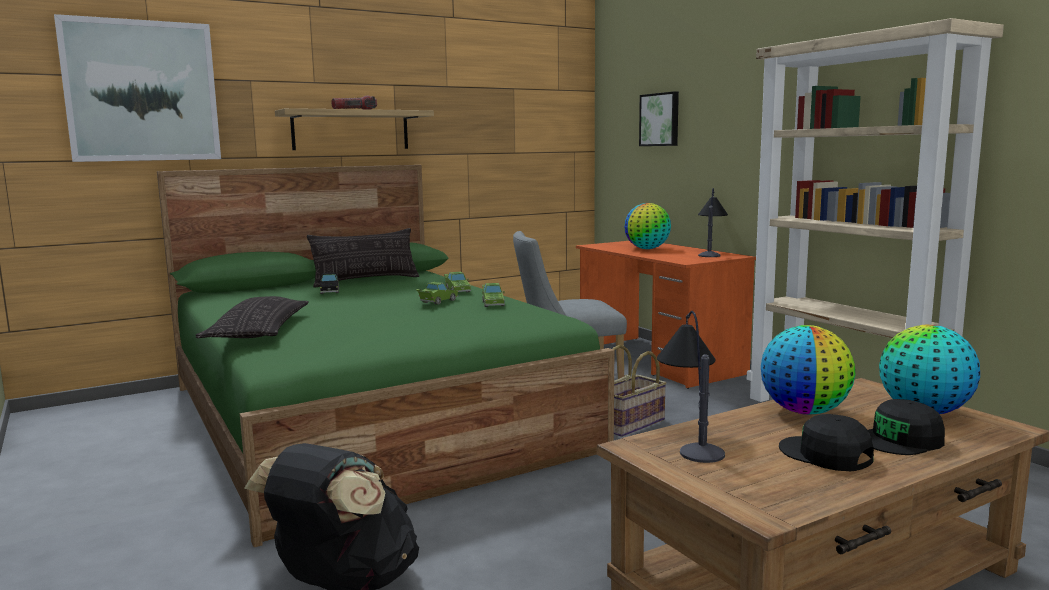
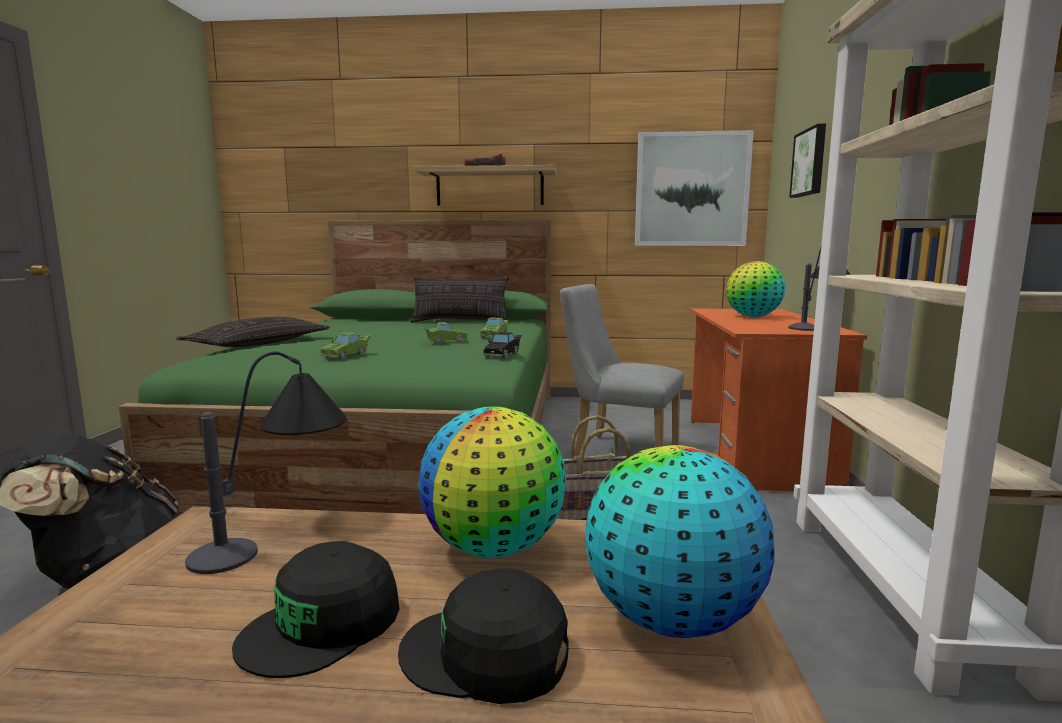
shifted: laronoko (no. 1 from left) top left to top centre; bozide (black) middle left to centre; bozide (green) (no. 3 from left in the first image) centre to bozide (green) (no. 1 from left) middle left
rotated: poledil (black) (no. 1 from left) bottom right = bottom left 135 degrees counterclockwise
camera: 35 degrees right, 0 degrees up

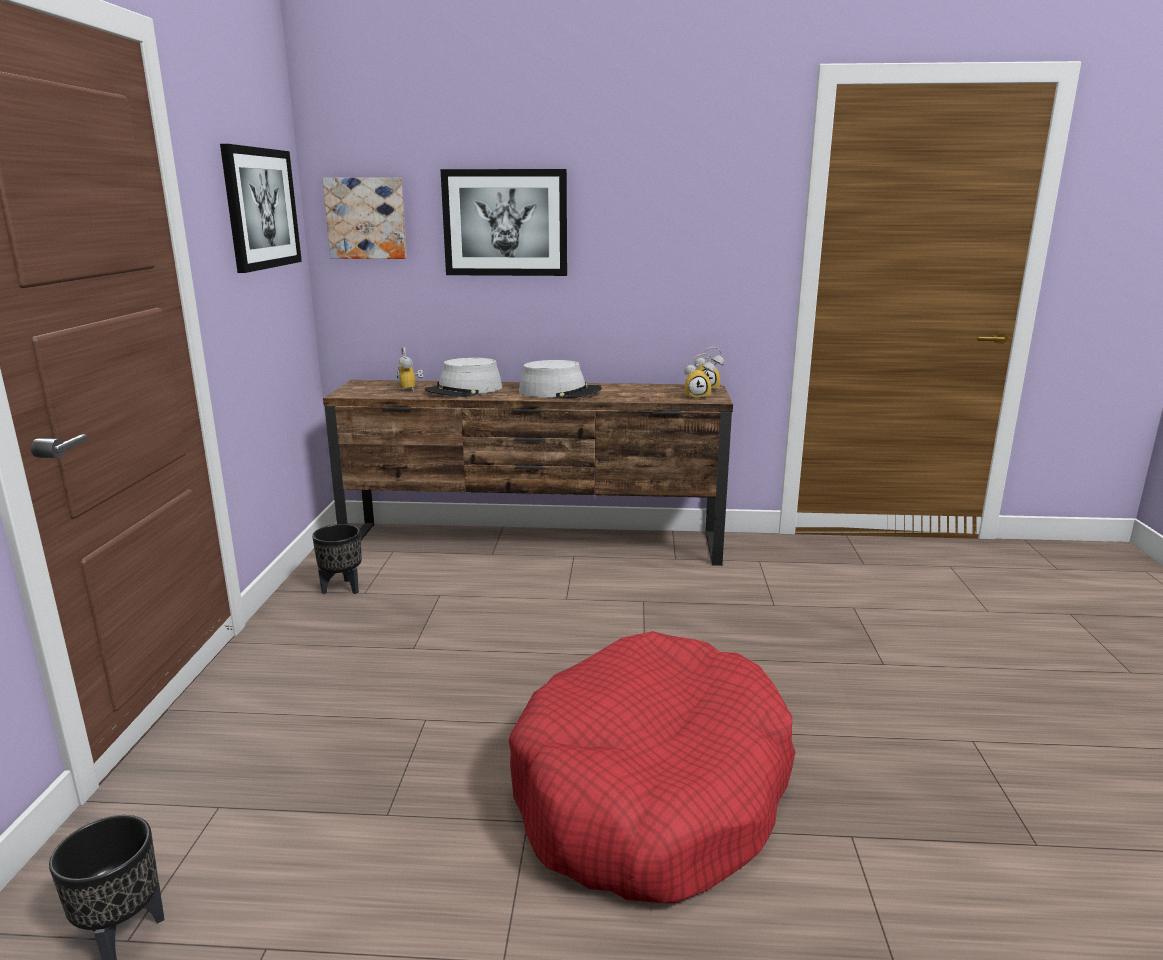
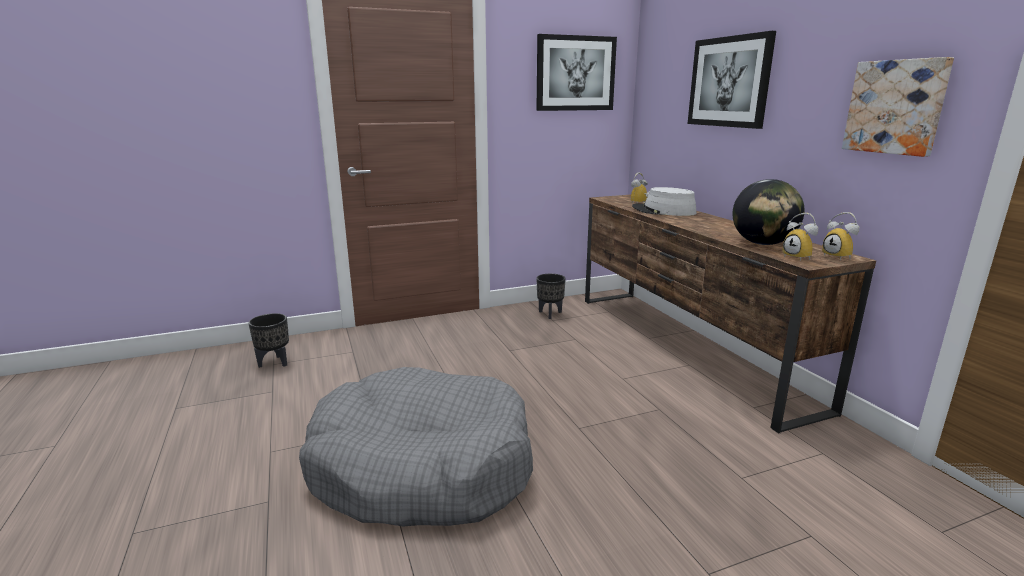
gone: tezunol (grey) (no. 2 from left) centre
new: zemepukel middle right
shifted: laronoko (no. 2 from left in the first image) top left to laronoko (no. 3 from left) top right
repainted: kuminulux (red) bottom centre to kuminulux (grey) bottom centre
camera: 65 degrees right, 0 degrees up

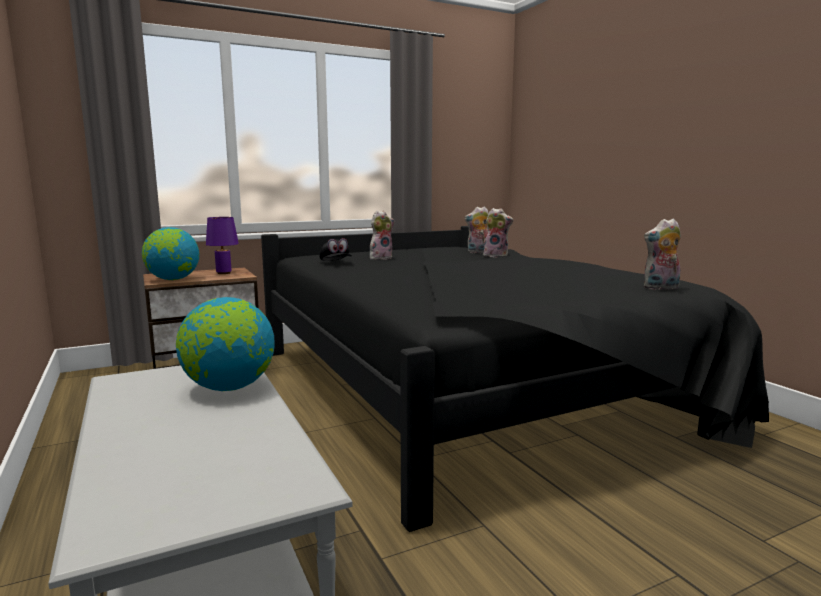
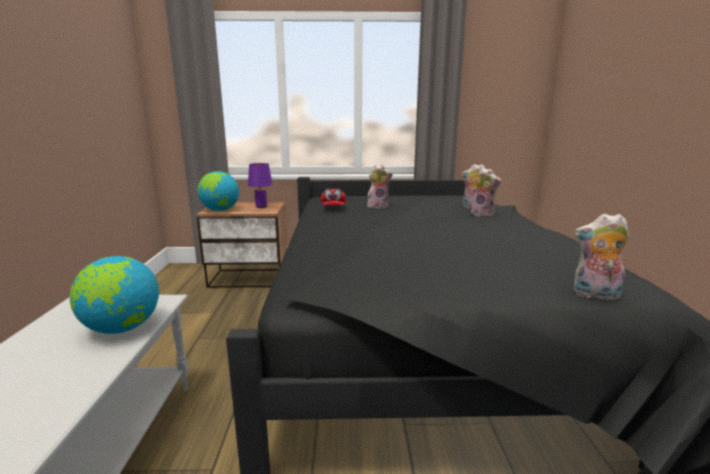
repainted: poledil (black) centre to poledil (red) centre
camera: 25 degrees right, 5 degrees up

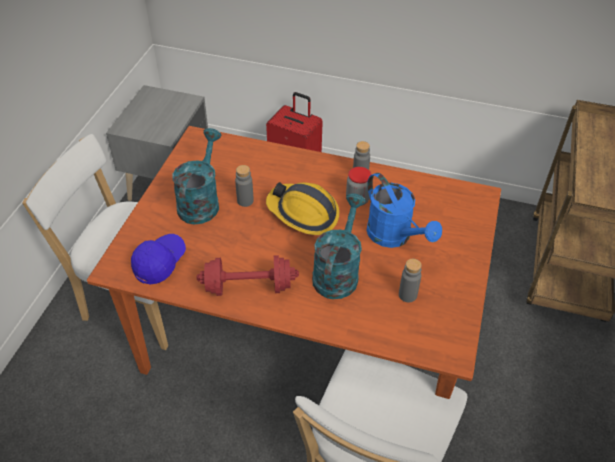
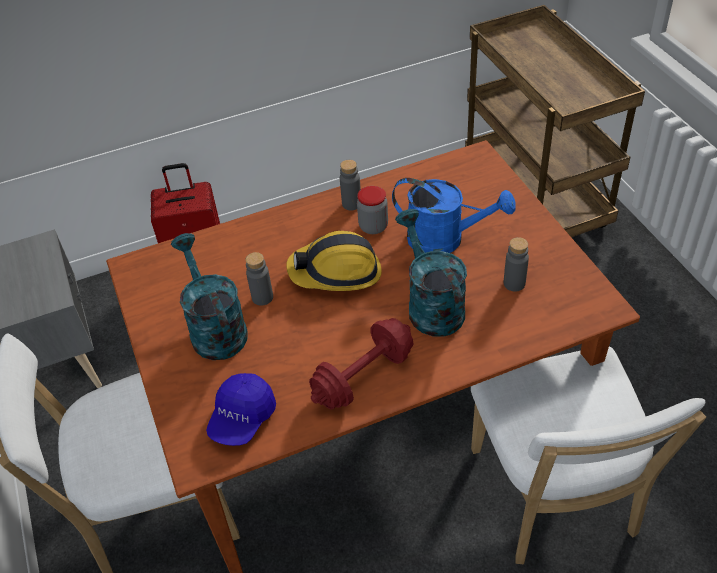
rotated: poledil (blue) middle left = bottom centre 150 degrees counterclockwise
camera: 35 degrees left, 0 degrees up

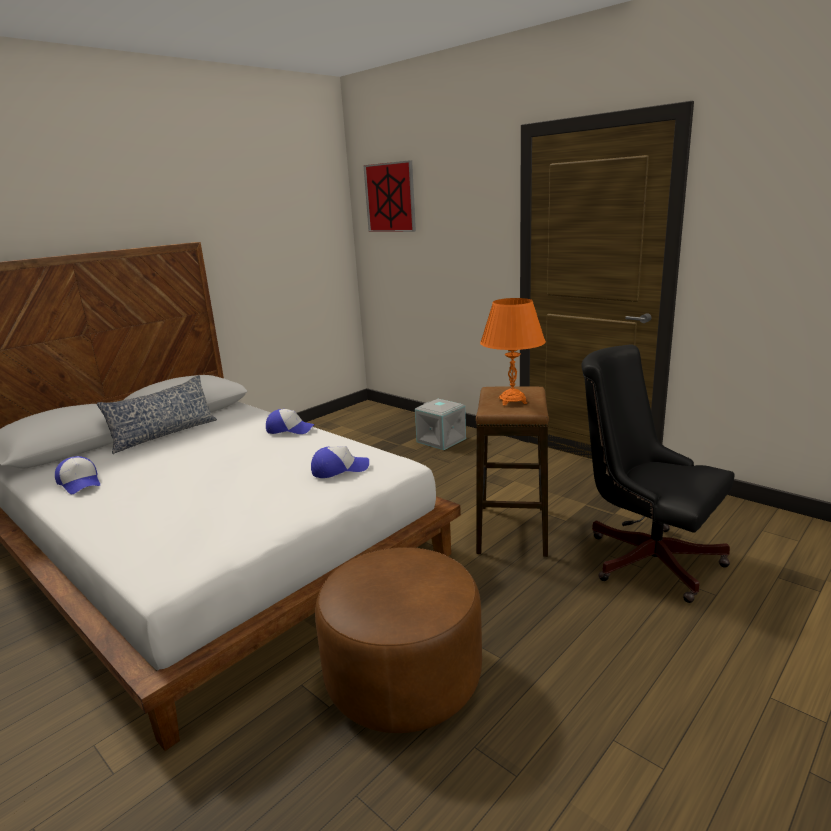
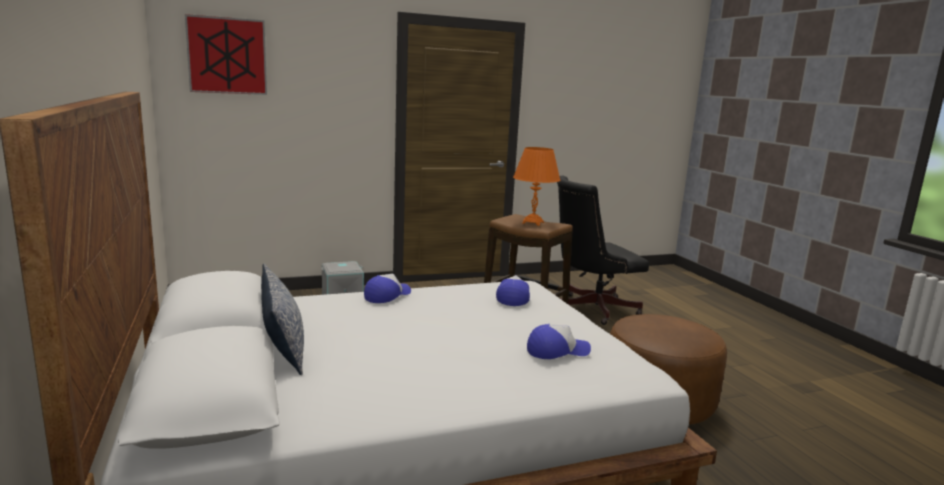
shifted: poledil (no. 1 from left in the first image) middle left to poledil (no. 3 from left) bottom centre
camera: 65 degrees left, 5 degrees down

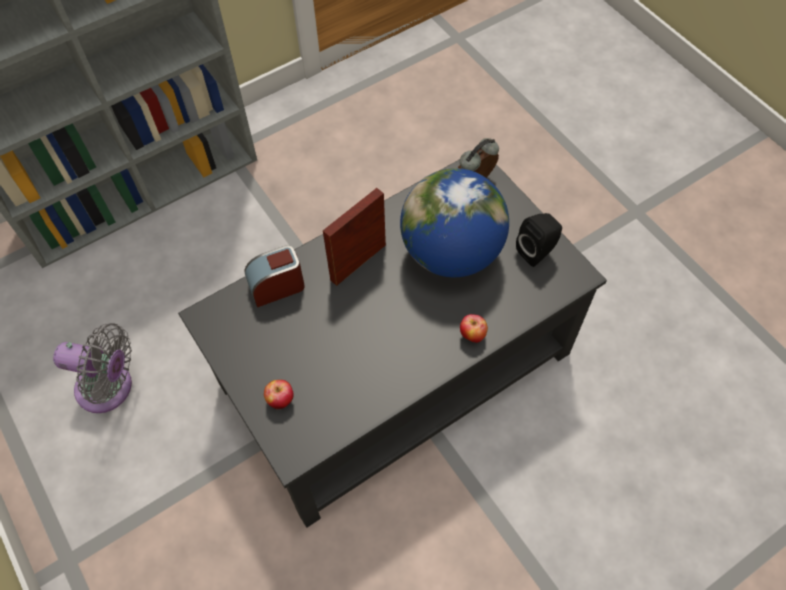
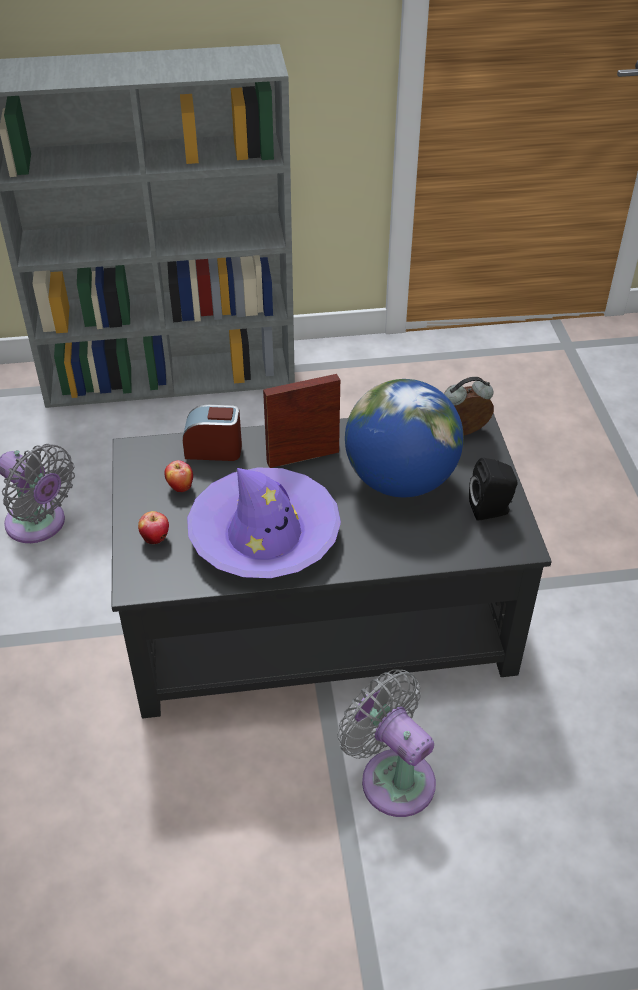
new: tezunol (purple) centre; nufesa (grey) (no. 2 from left) bottom centre
shifted: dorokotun (no. 2 from left) centre to middle left
camera: 25 degrees right, 15 degrees down

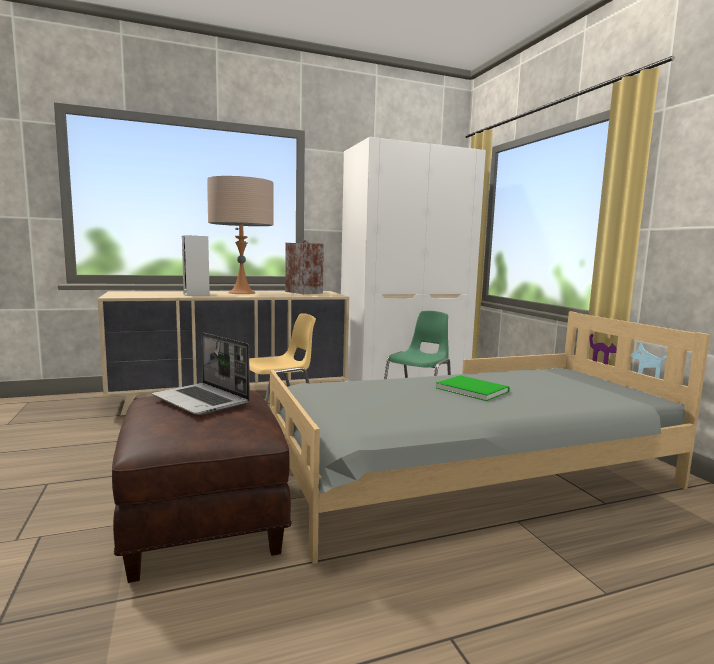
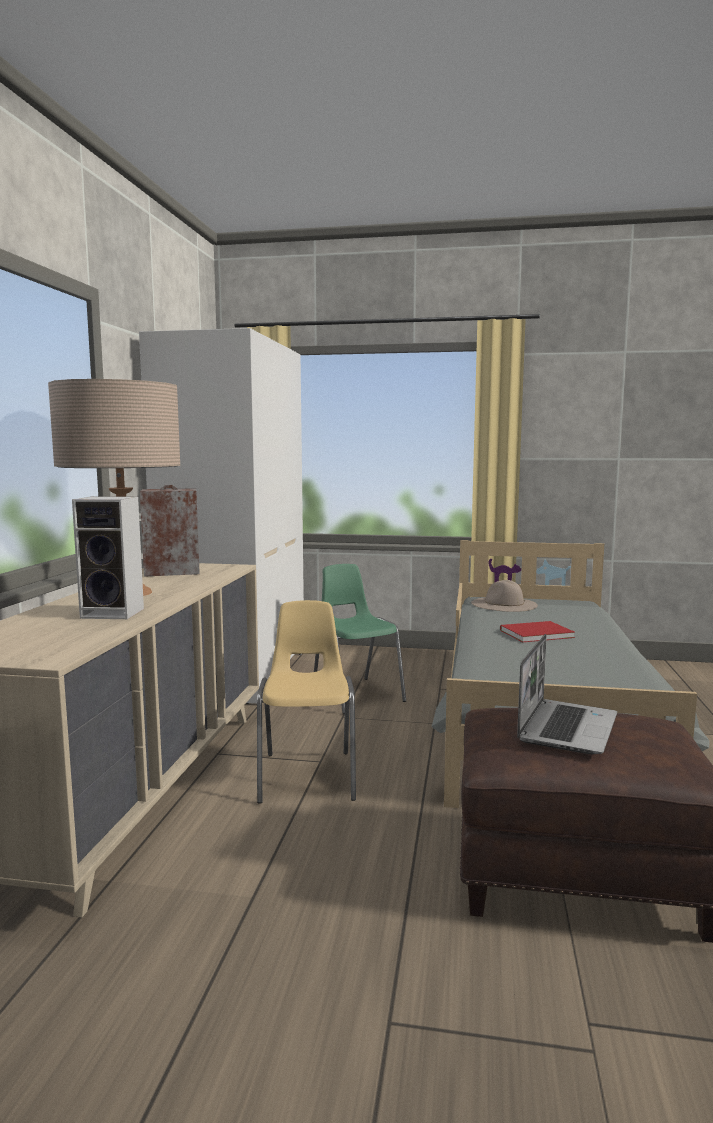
new: tezunol (beige) middle right
repainted: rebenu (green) centre to rebenu (red) middle right
rotated: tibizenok middle left = middle right 45 degrees counterclockwise
camera: 60 degrees left, 0 degrees up

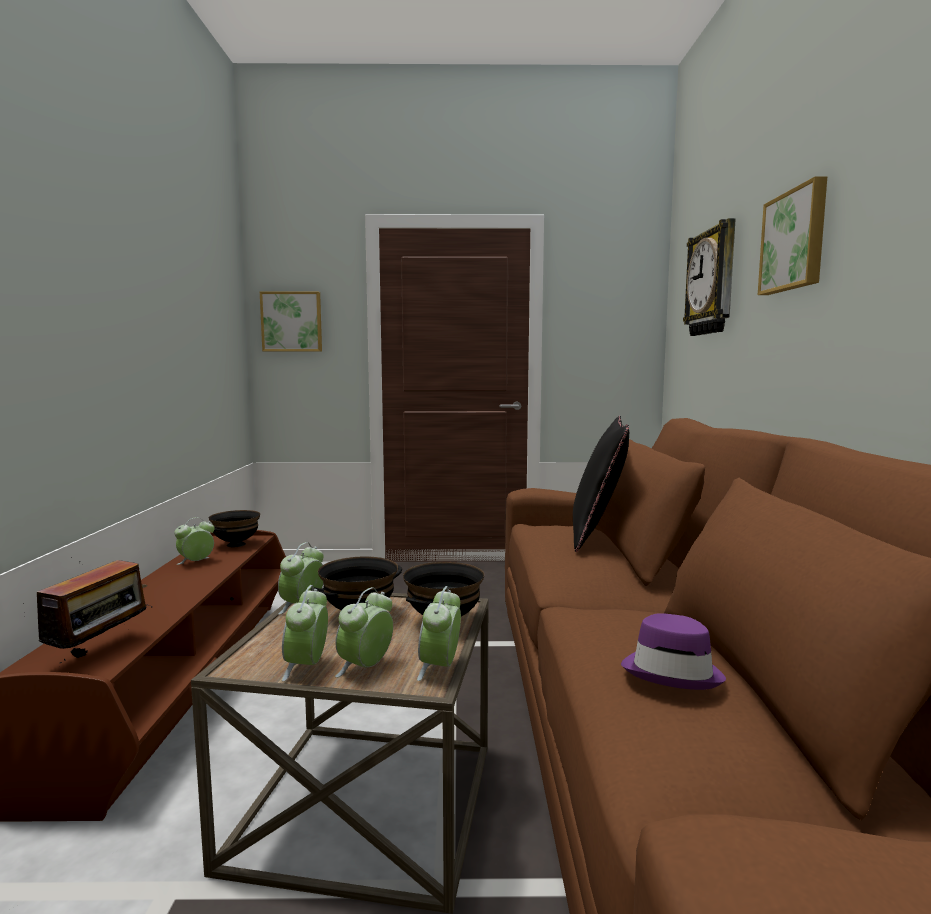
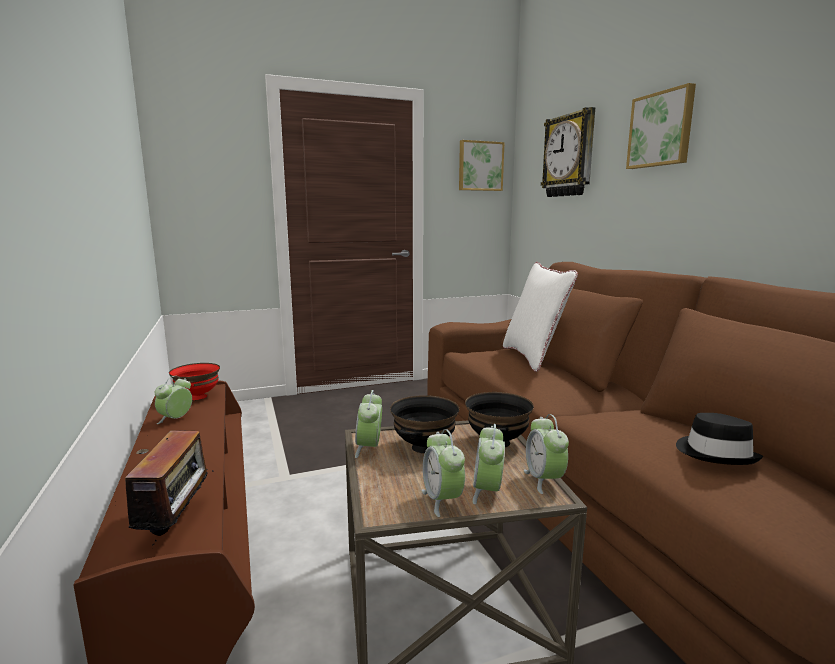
shifted: laronoko (no. 1 from left) middle left to top centre
repainted: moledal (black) centre to moledal (white) centre; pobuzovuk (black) (no. 1 from left) middle left to pobuzovuk (red) middle left; tezunol (purple) bottom right to tezunol (black) middle right
camera: 20 degrees left, 5 degrees up

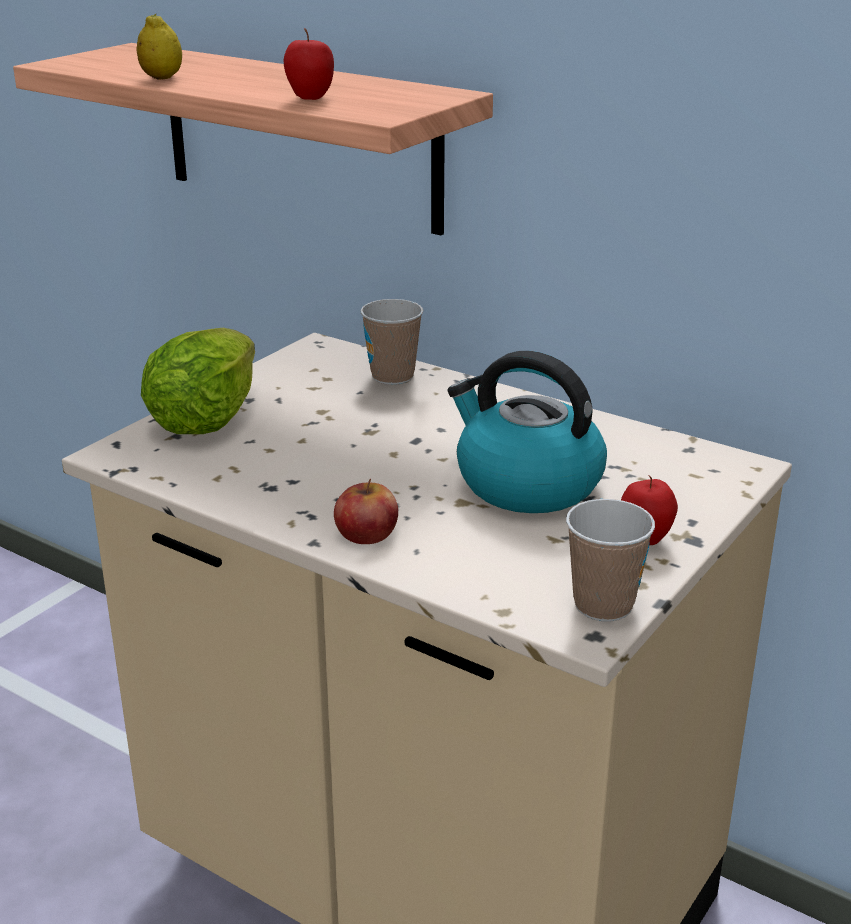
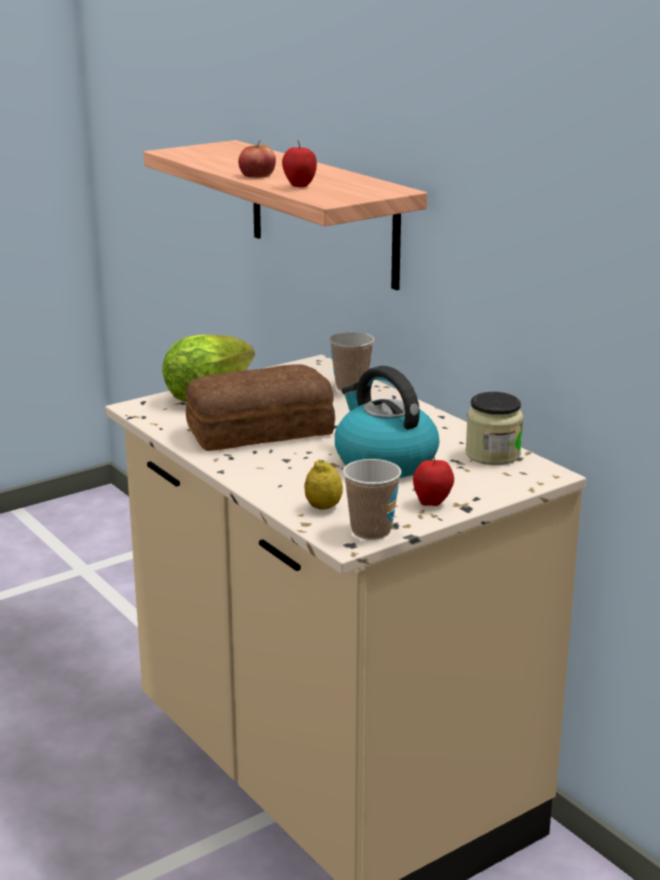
new: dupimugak centre; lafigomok middle right
shifted: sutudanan top left to centre; dorokotun (no. 2 from left in the first image) centre to dorokotun (no. 1 from left) top centre
camera: 20 degrees right, 5 degrees down

